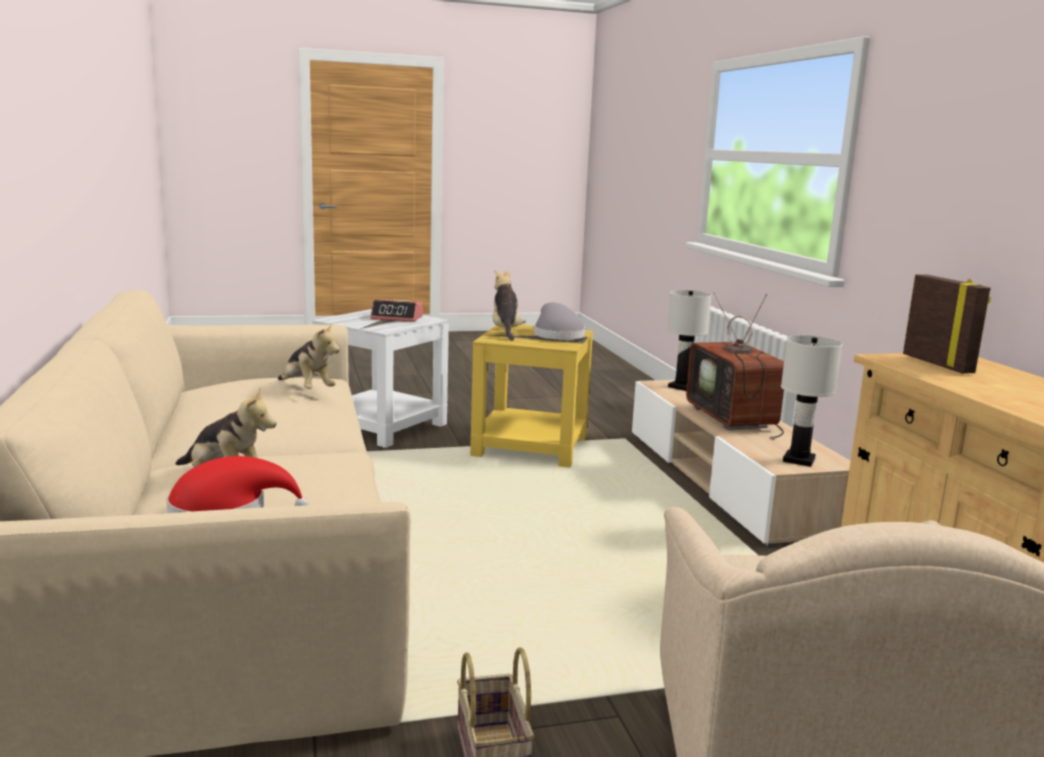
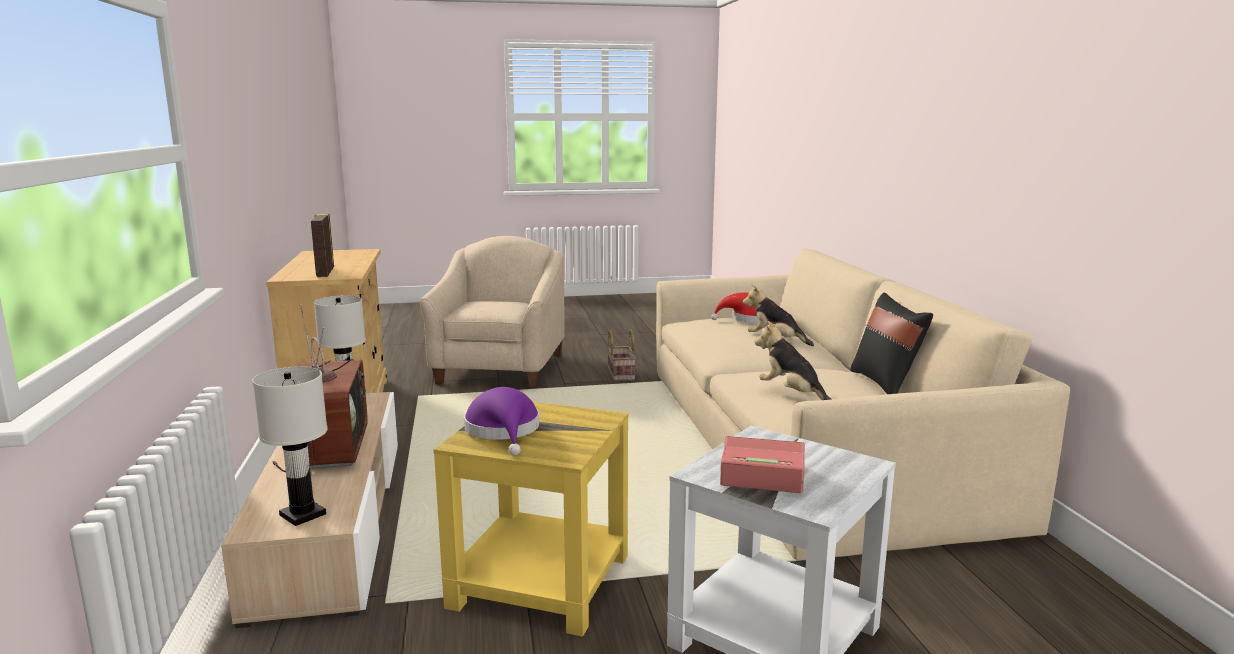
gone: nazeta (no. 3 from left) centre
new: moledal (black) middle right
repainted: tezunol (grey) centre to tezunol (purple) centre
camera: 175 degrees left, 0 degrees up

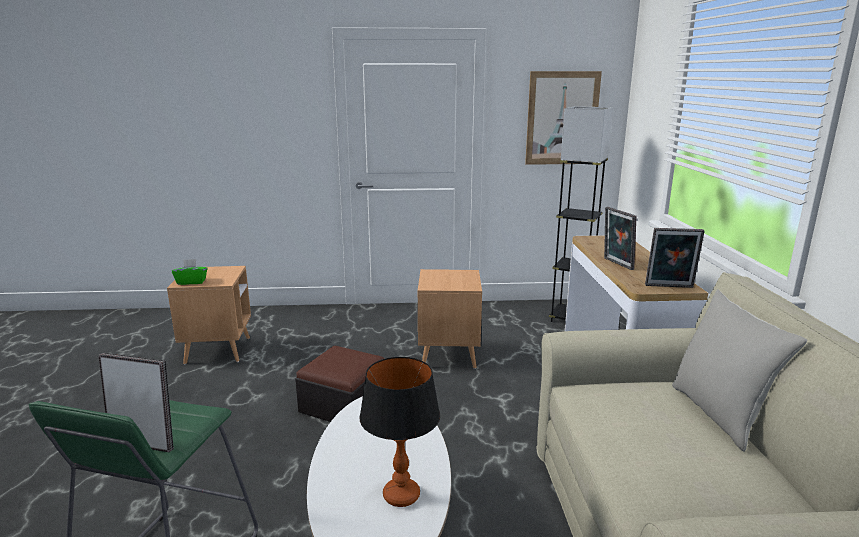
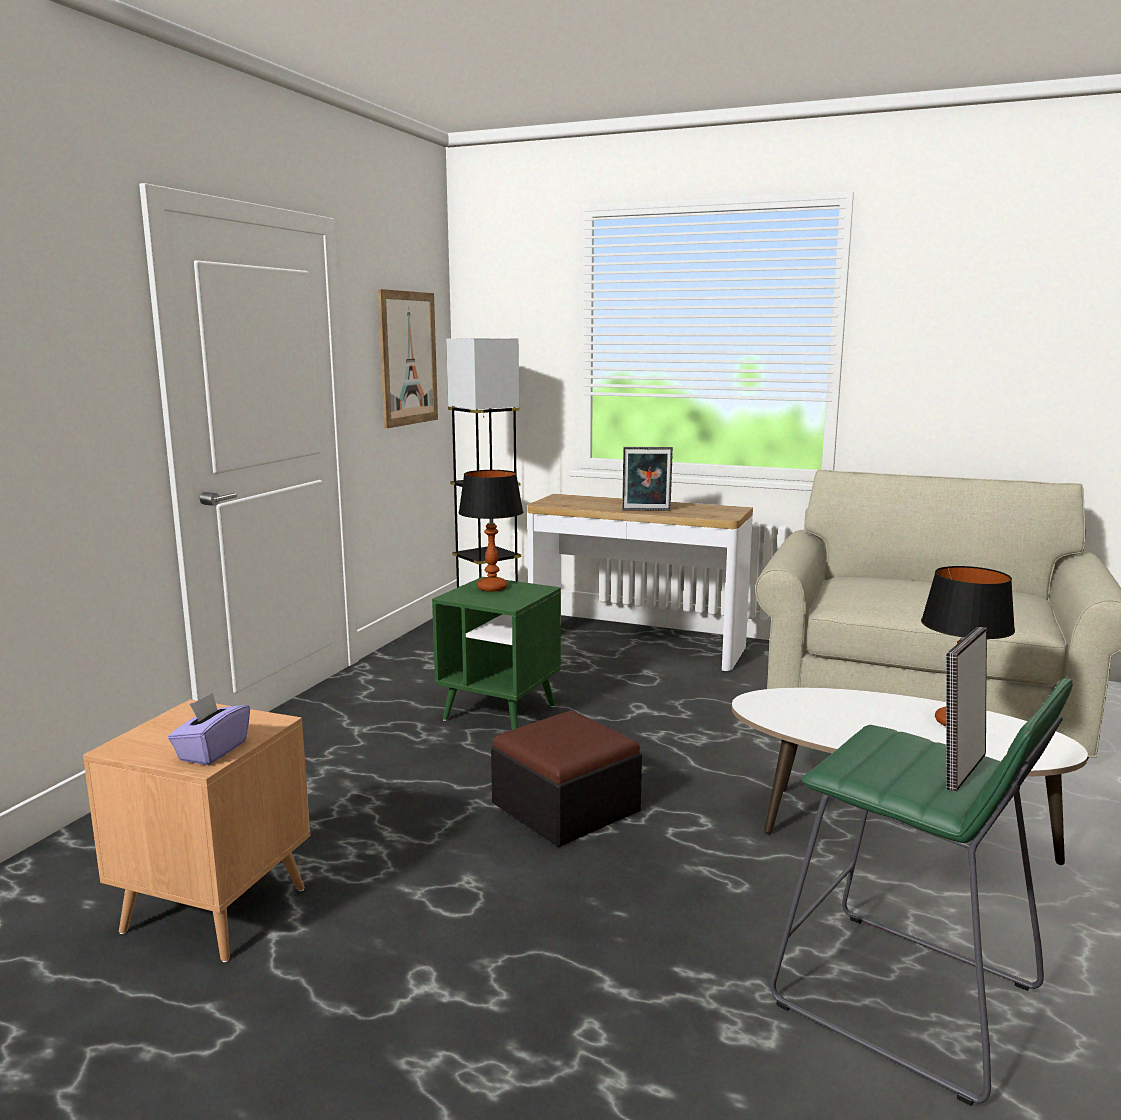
gone: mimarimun (no. 3 from left) middle right; moledal (grey) bottom right
new: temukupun (no. 1 from left) centre
repainted: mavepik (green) middle left to mavepik (purple) middle left; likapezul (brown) (no. 2 from left) centre to likapezul (green) centre
camera: 65 degrees left, 5 degrees down

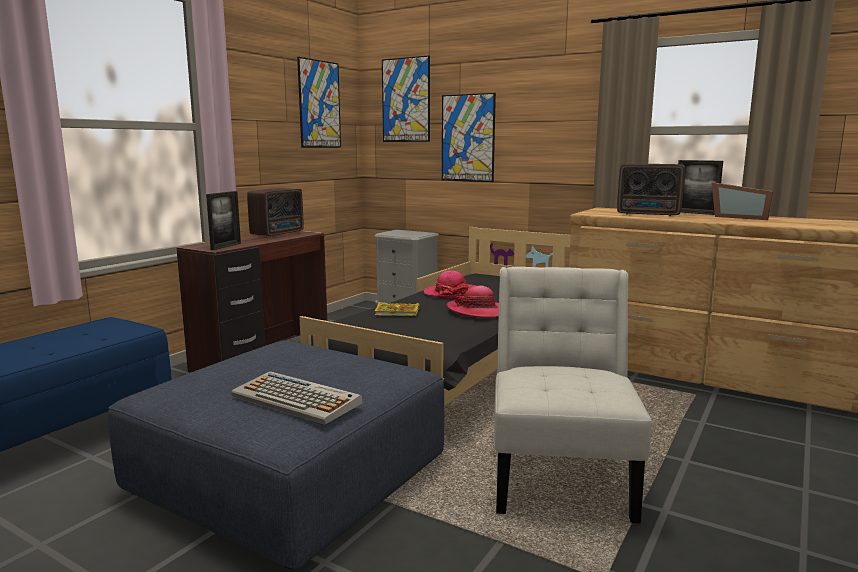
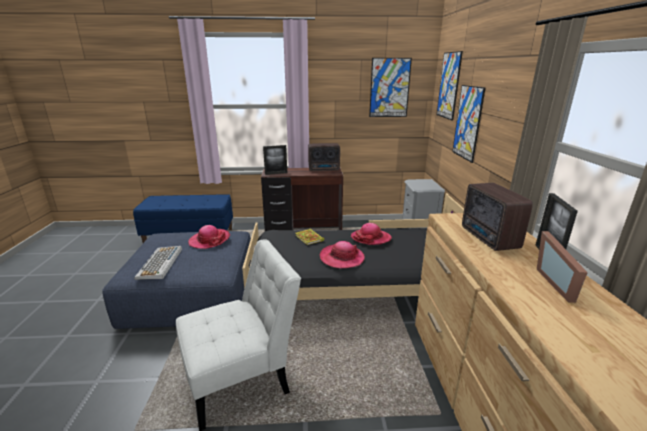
new: tezunol (no. 1 from left) middle left
camera: 55 degrees right, 10 degrees up

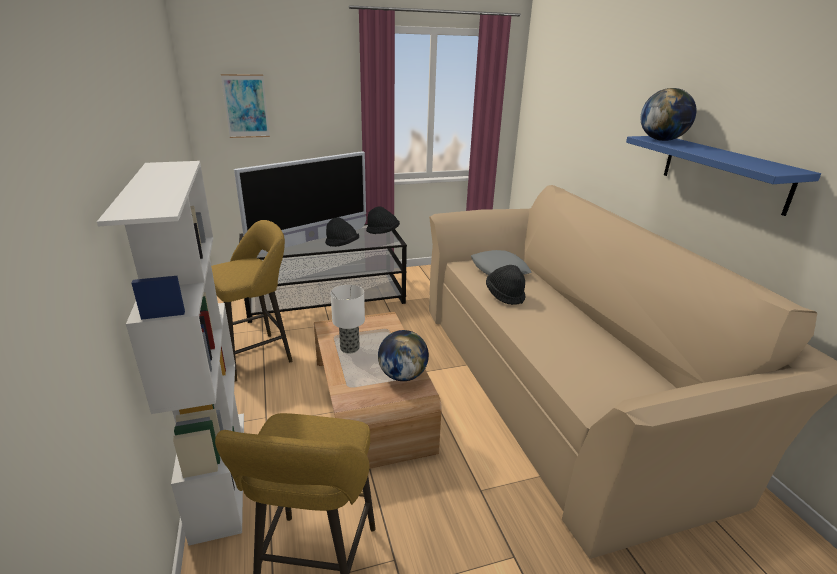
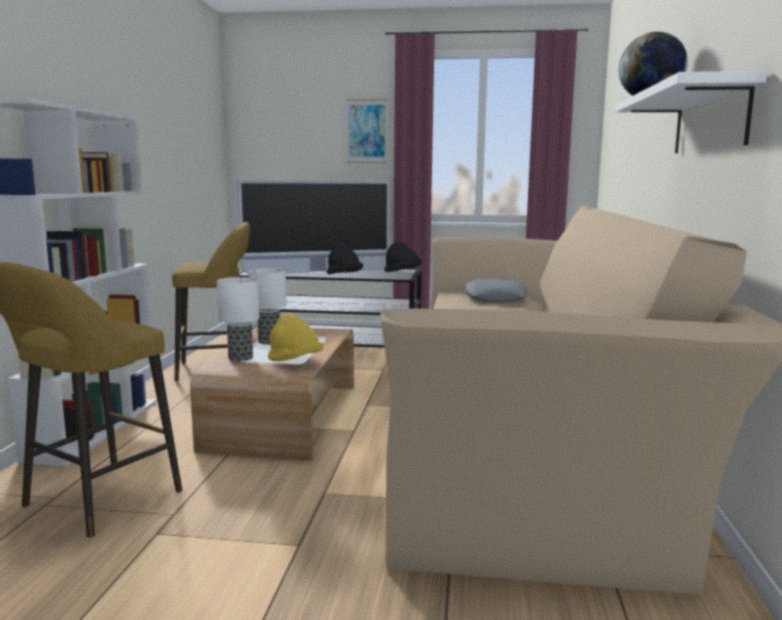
gone: tezunol (black) (no. 3 from left) centre
new: temukupun (no. 1 from left) middle left
shifted: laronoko top left to top centre
swapped: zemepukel (no. 1 from left) centre to tezunol (yellow) centre
repainted: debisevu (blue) top right to debisevu (white) top right
camera: 25 degrees right, 15 degrees down

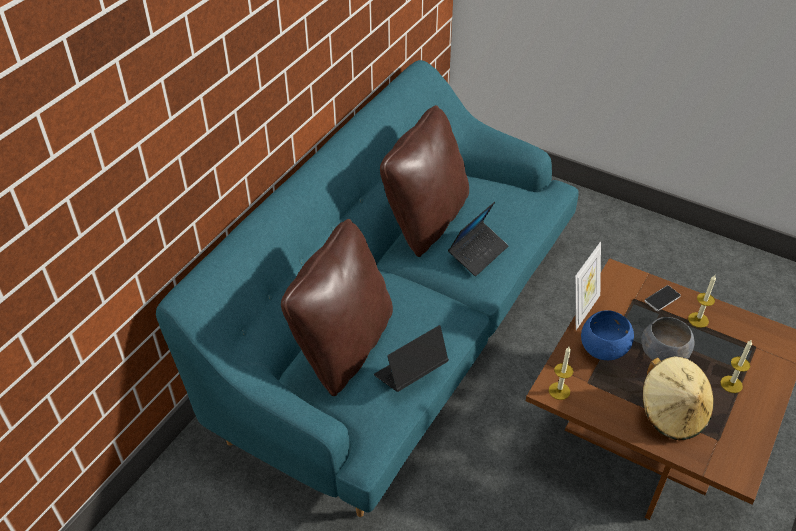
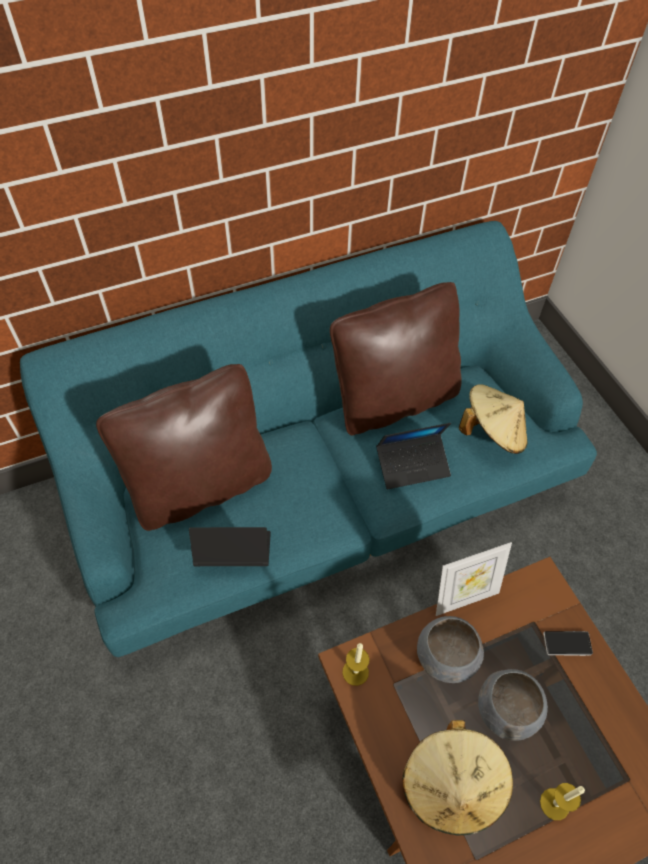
gone: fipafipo (no. 2 from left) middle right
new: tezunol (beige) (no. 2 from left) middle right
repainted: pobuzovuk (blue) middle right to pobuzovuk (grey) (no. 1 from left) bottom right
camera: 35 degrees right, 10 degrees up

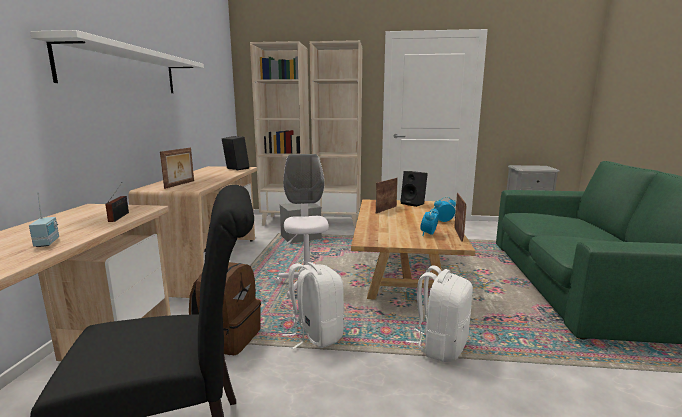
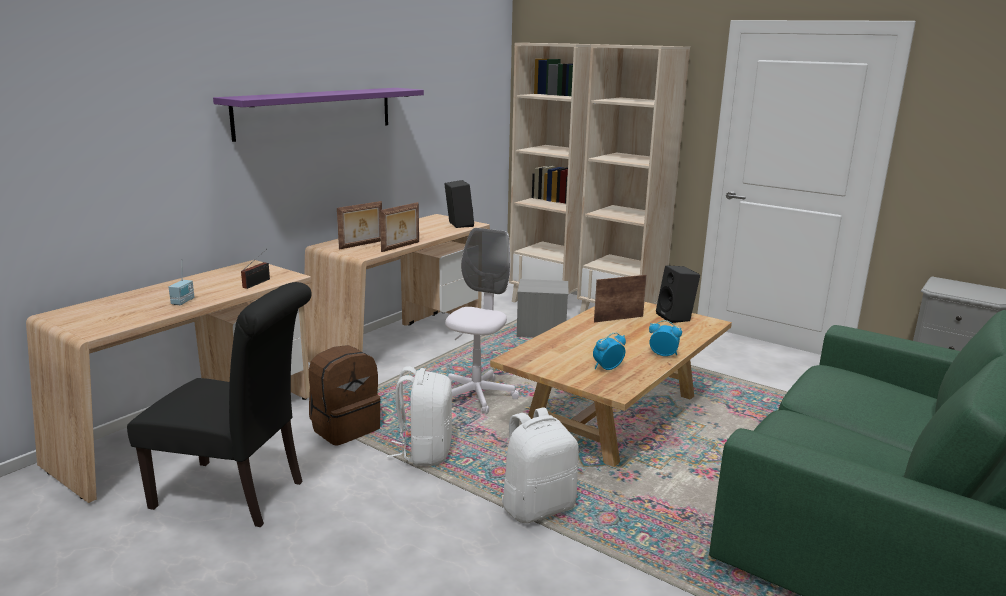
shifted: mimarimun (no. 3 from left in the first image) middle right to mimarimun (no. 2 from left) centre
repainted: debisevu (white) top left to debisevu (purple) top left
camera: 30 degrees right, 5 degrees up

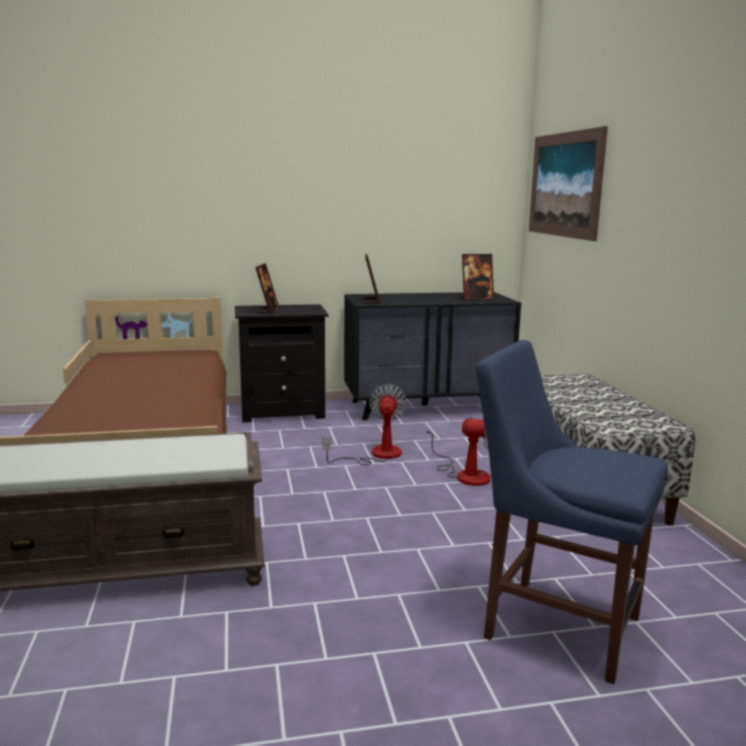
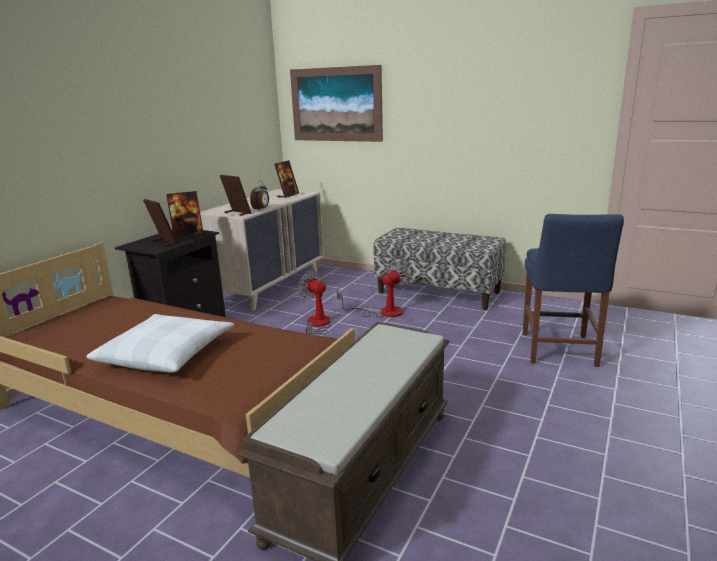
new: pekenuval centre; mimarimun (no. 2 from left) middle left; moledal (white) middle left
repainted: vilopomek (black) centre to vilopomek (beige) centre
rotated: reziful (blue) bottom right = middle right 60 degrees counterclockwise
camera: 50 degrees left, 5 degrees up

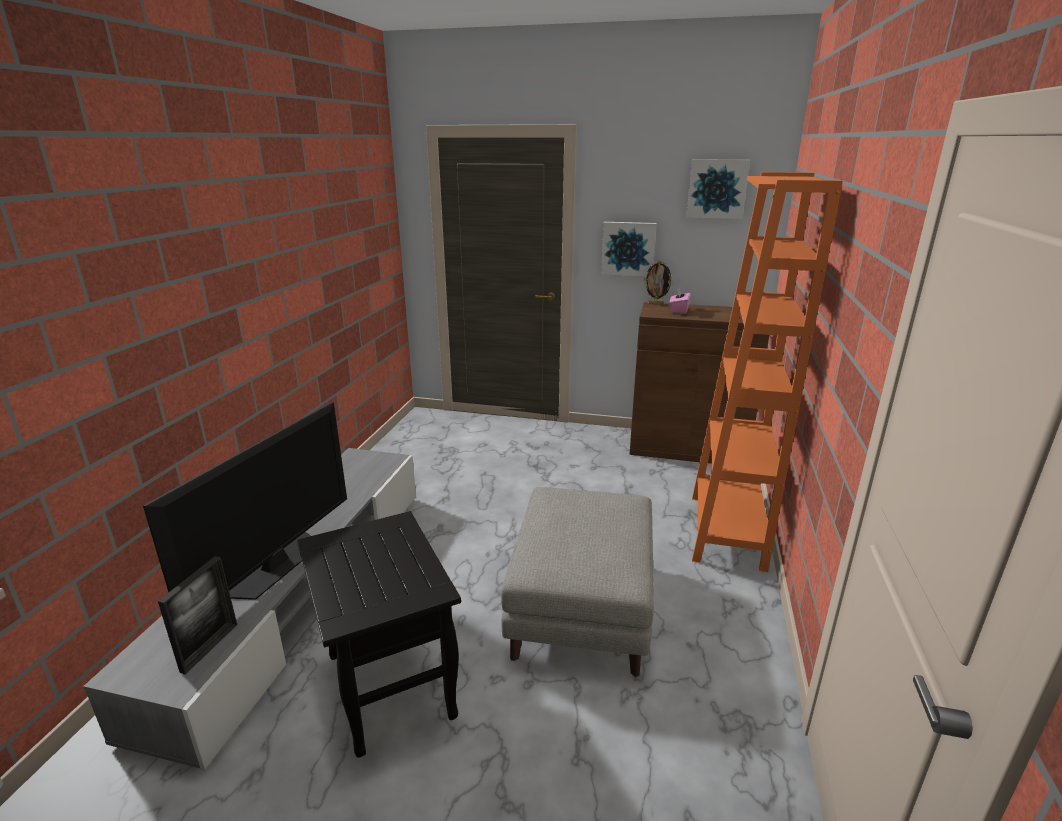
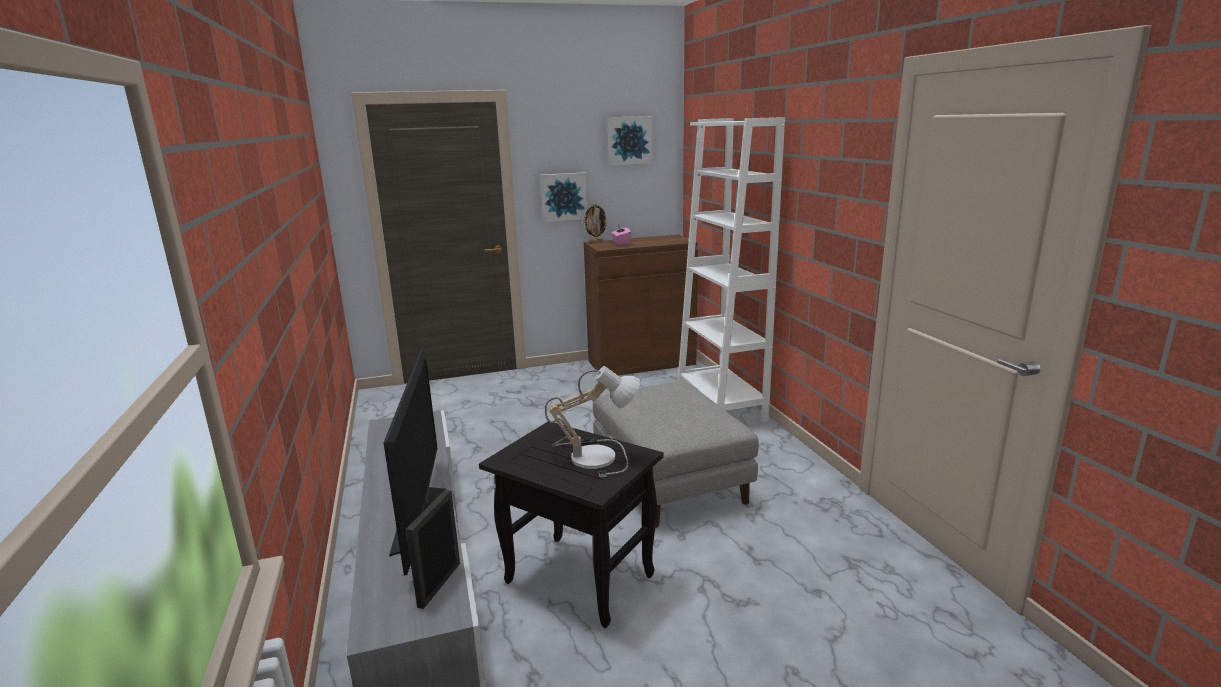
new: temukupun centre
repainted: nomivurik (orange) middle right to nomivurik (white) centre
rotated: mimarimun (no. 1 from left) bottom left = bottom centre 150 degrees counterclockwise
camera: 30 degrees left, 5 degrees down

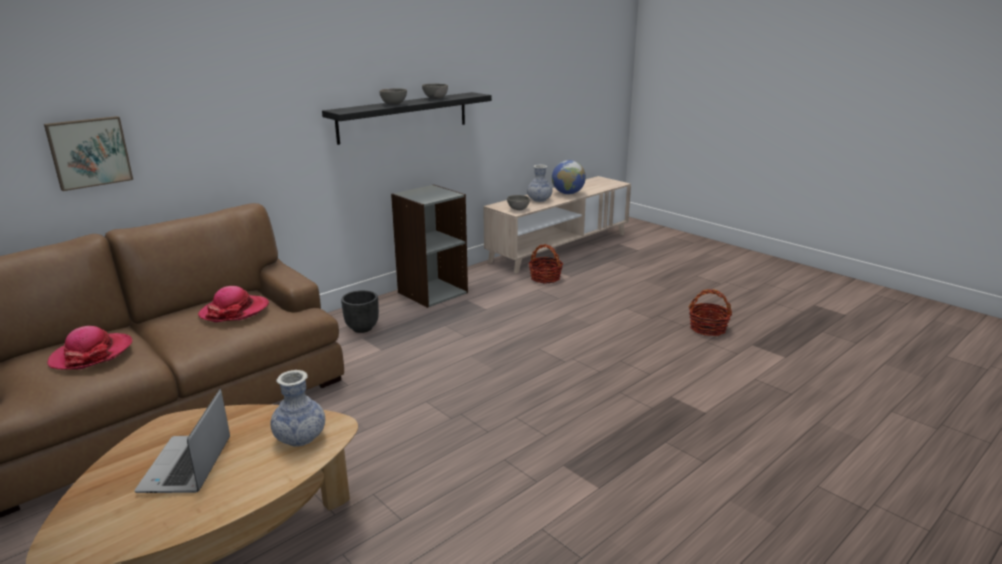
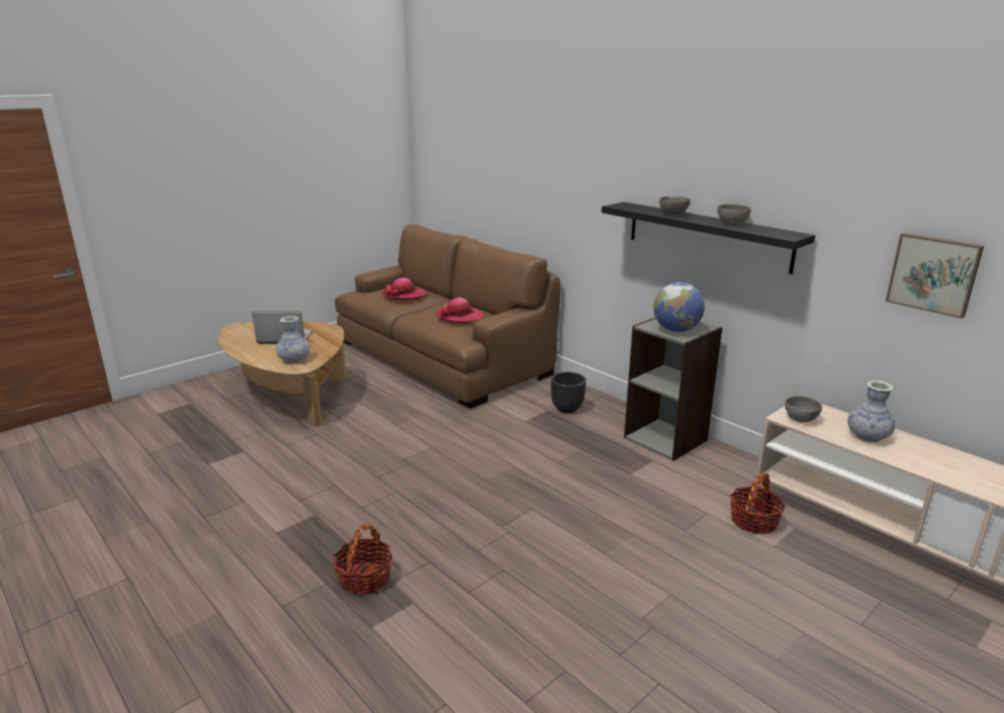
shifted: laronoko top left to middle right; zemepukel top centre to middle right; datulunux (no. 2 from left in the first image) middle right to datulunux (no. 1 from left) bottom centre
camera: 90 degrees right, 0 degrees up

